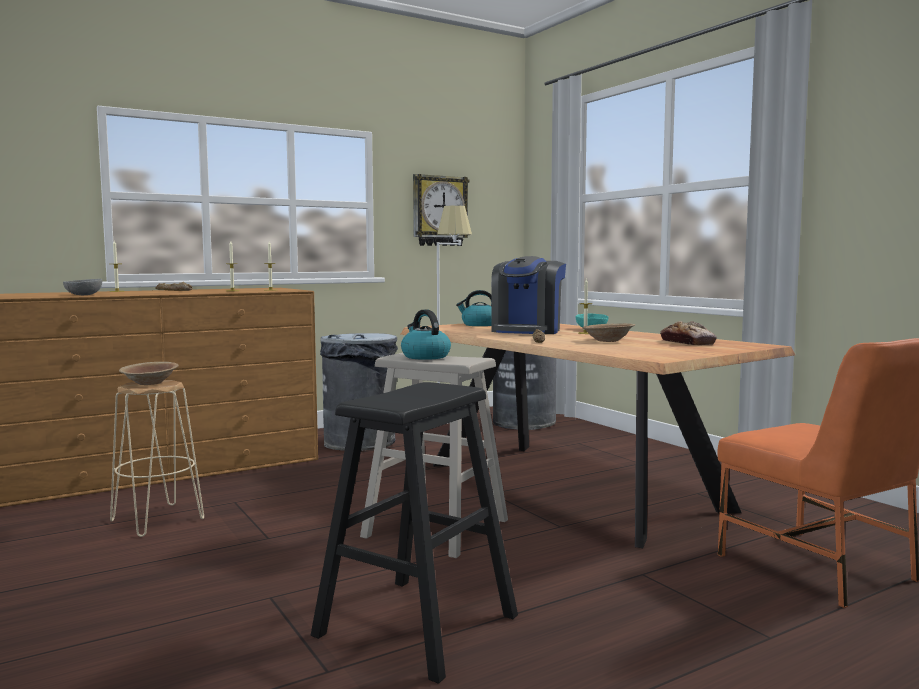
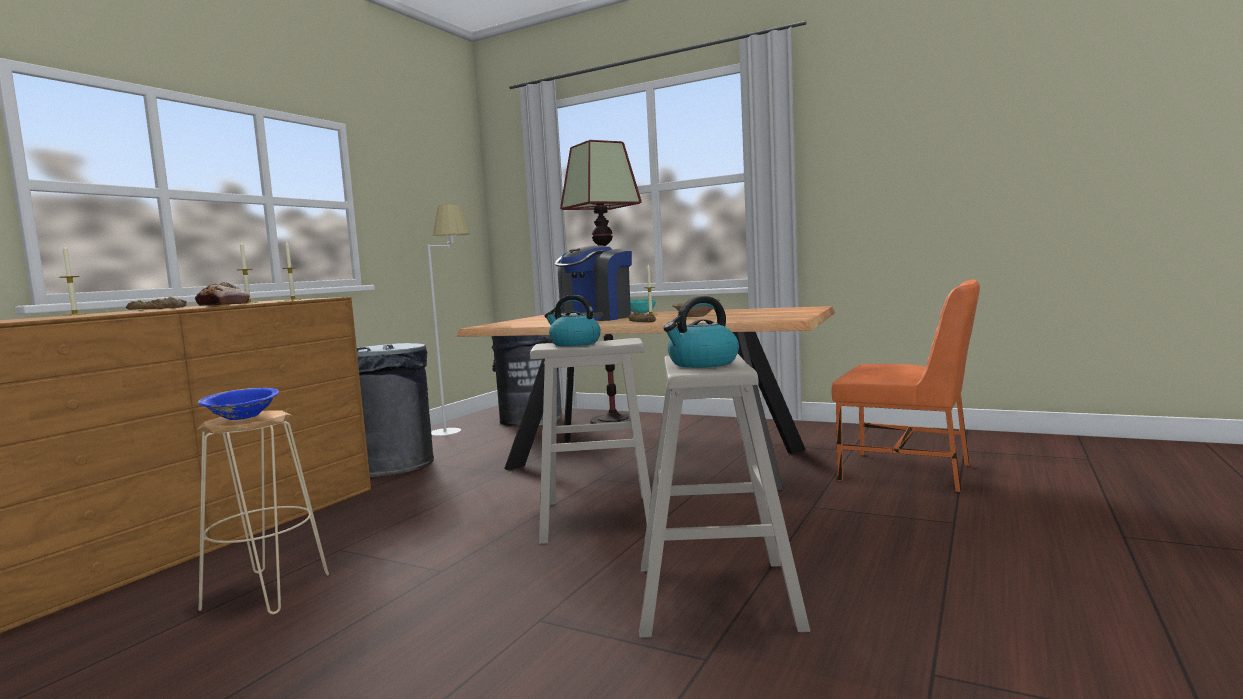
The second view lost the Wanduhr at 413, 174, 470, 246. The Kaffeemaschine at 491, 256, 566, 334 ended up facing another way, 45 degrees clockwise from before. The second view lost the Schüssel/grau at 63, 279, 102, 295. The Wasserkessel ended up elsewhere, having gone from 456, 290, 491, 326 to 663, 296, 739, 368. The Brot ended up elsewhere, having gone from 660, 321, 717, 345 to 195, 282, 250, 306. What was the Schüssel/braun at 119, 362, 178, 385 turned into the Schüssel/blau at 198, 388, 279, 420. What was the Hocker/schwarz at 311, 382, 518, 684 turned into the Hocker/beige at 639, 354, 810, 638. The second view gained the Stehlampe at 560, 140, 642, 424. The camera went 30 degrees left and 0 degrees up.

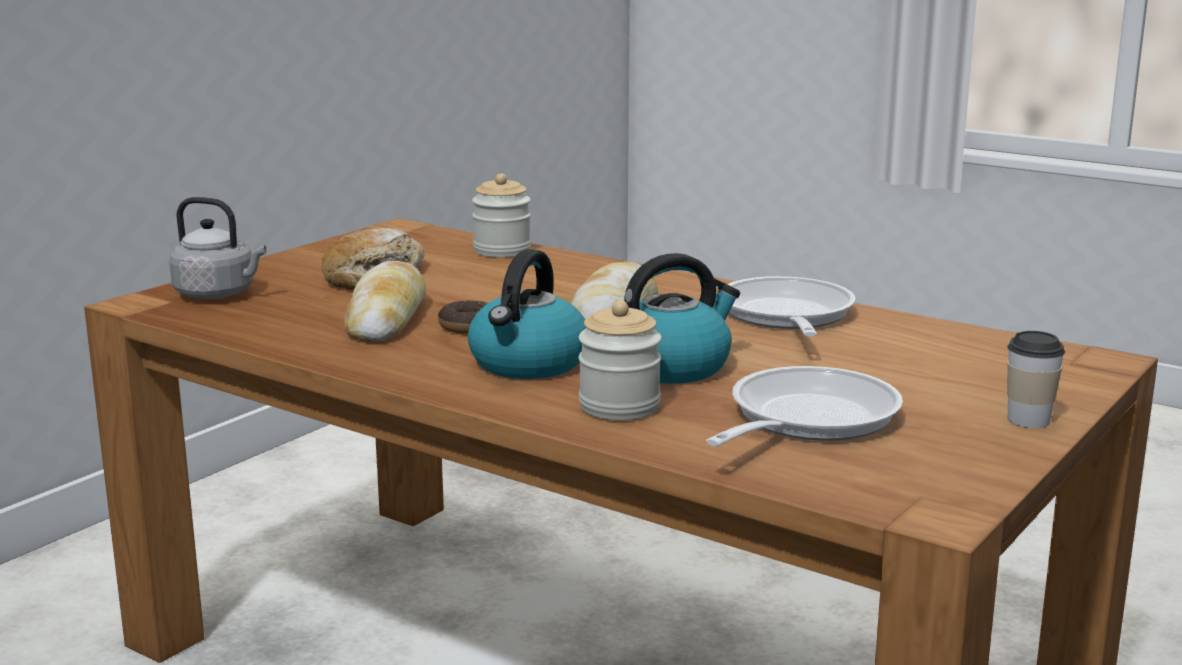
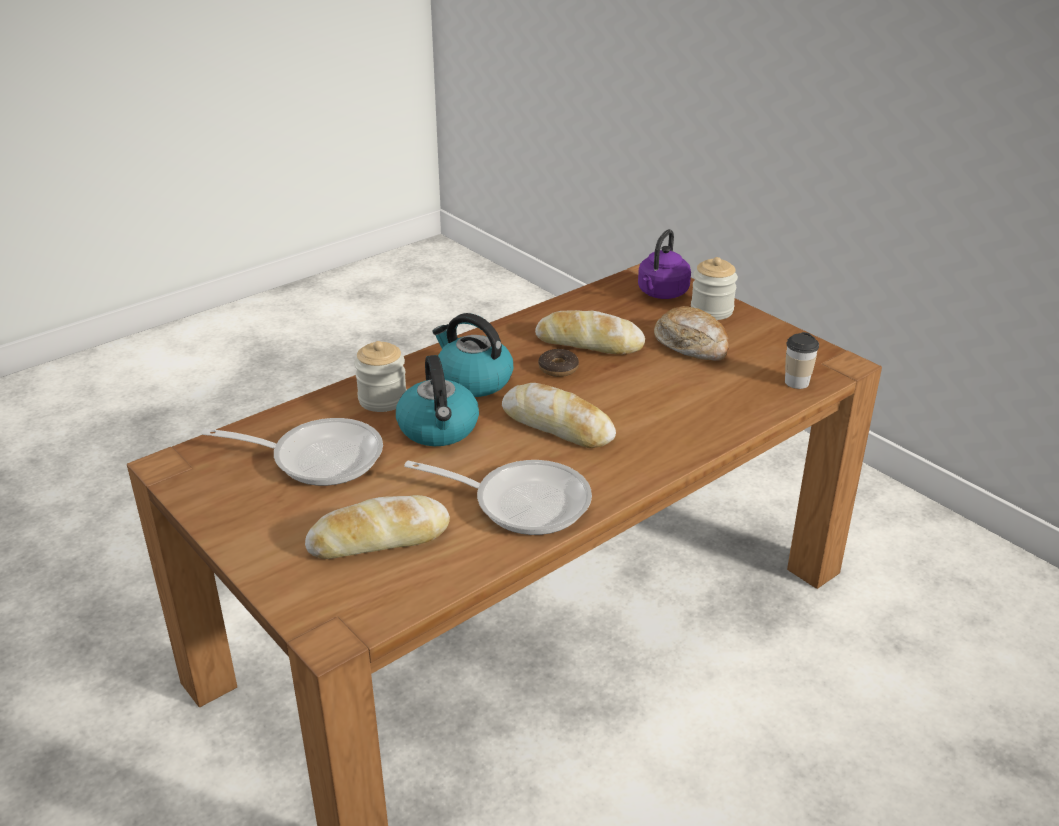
The Vorratsglas ended up elsewhere, having gone from 472, 173, 531, 257 to 691, 257, 738, 320. What was the Wasserkessel/grau at 169, 197, 266, 299 turned into the Wasserkessel/lila at 638, 229, 691, 299. The Tasse ended up elsewhere, having gone from 1007, 331, 1065, 428 to 785, 332, 819, 389. The Pfanne at 706, 366, 903, 446 ended up facing another way, 45 degrees counterclockwise from before. The second view gained the Brot at 305, 495, 450, 559. The camera went 105 degrees right and 15 degrees up.

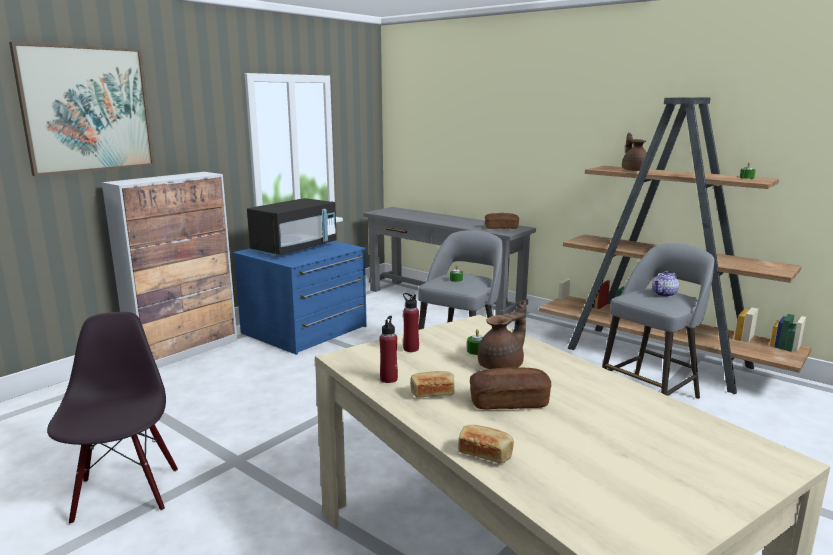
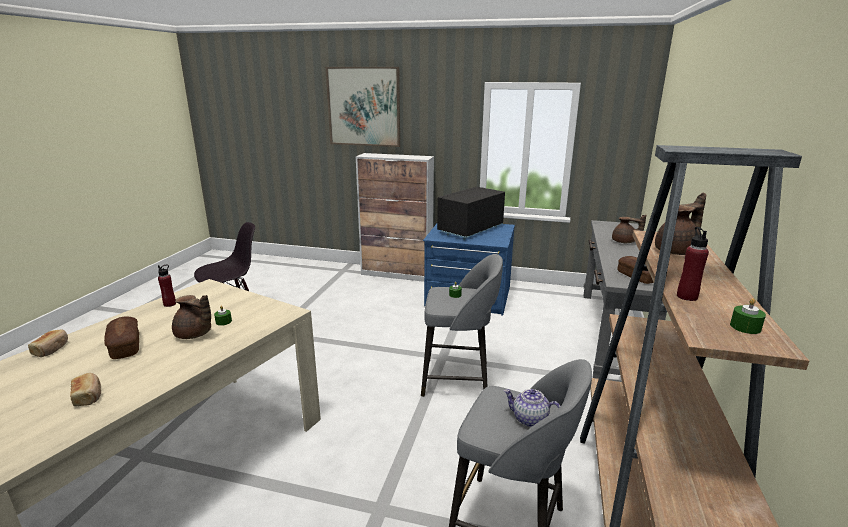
The Mikrowelle/schwarz at 247, 198, 337, 257 ended up facing another way, 120 degrees clockwise from before. The Flasche/rot ended up elsewhere, having gone from 403, 293, 419, 352 to 677, 227, 709, 301. The Brot ended up elsewhere, having gone from 411, 371, 455, 398 to 70, 373, 101, 406. The second view gained the Teekanne/braun at 612, 215, 646, 243. The camera went 65 degrees right and 5 degrees up.

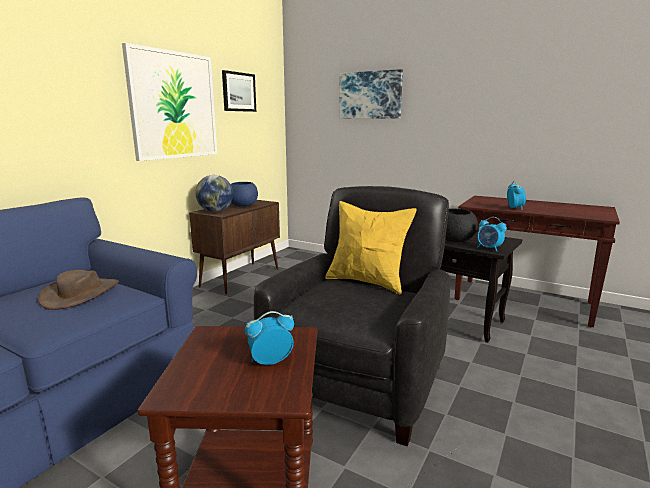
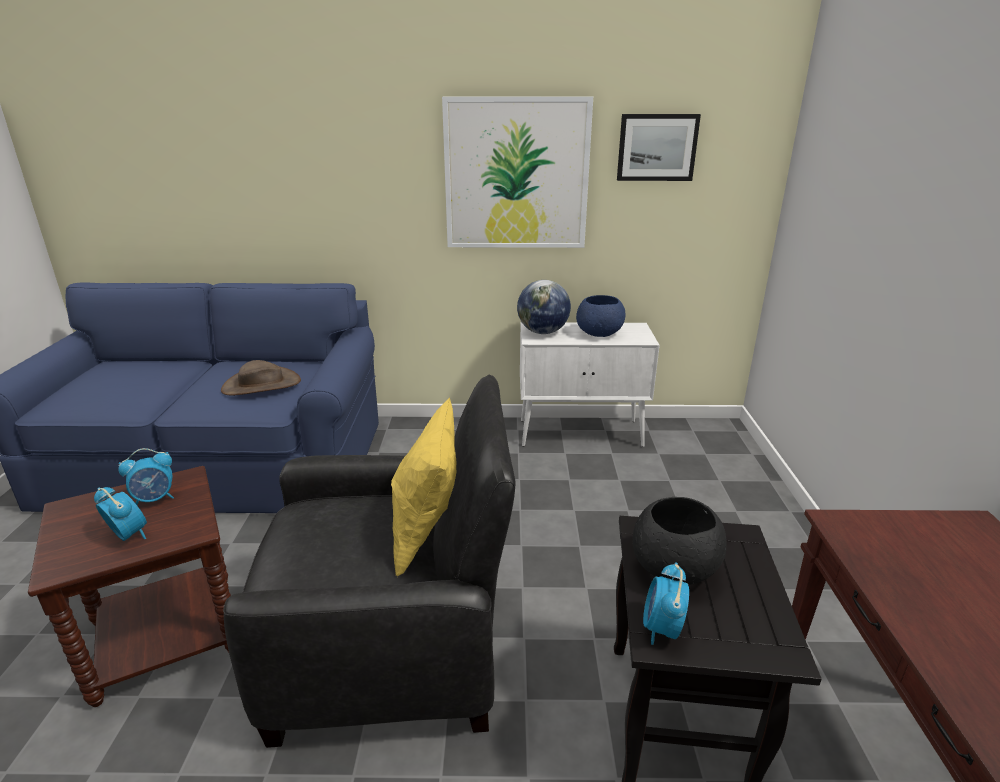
The second view lost the Bild at 339, 69, 403, 119. The Wecker ended up elsewhere, having gone from 507, 181, 526, 211 to 118, 448, 174, 505. What was the Schrank/braun at 189, 200, 280, 294 turned into the Schrank/weiß at 520, 322, 660, 447. The camera went 60 degrees right and 10 degrees up.

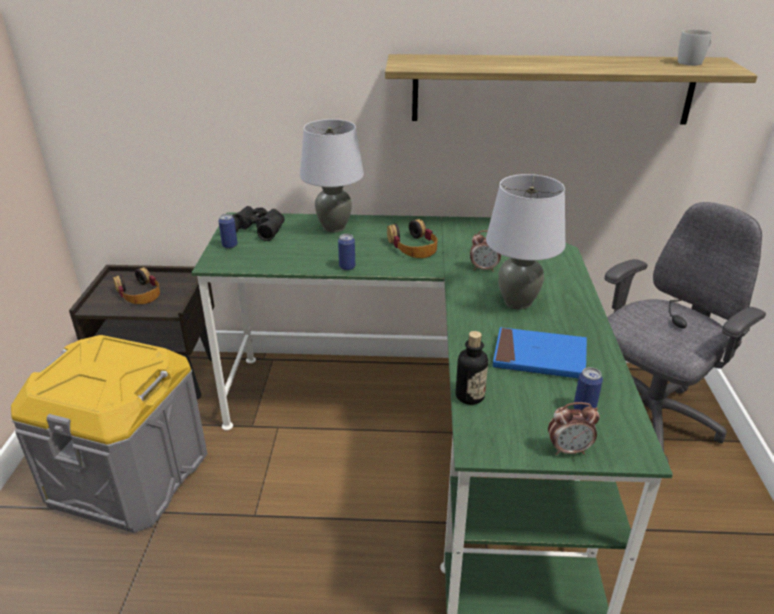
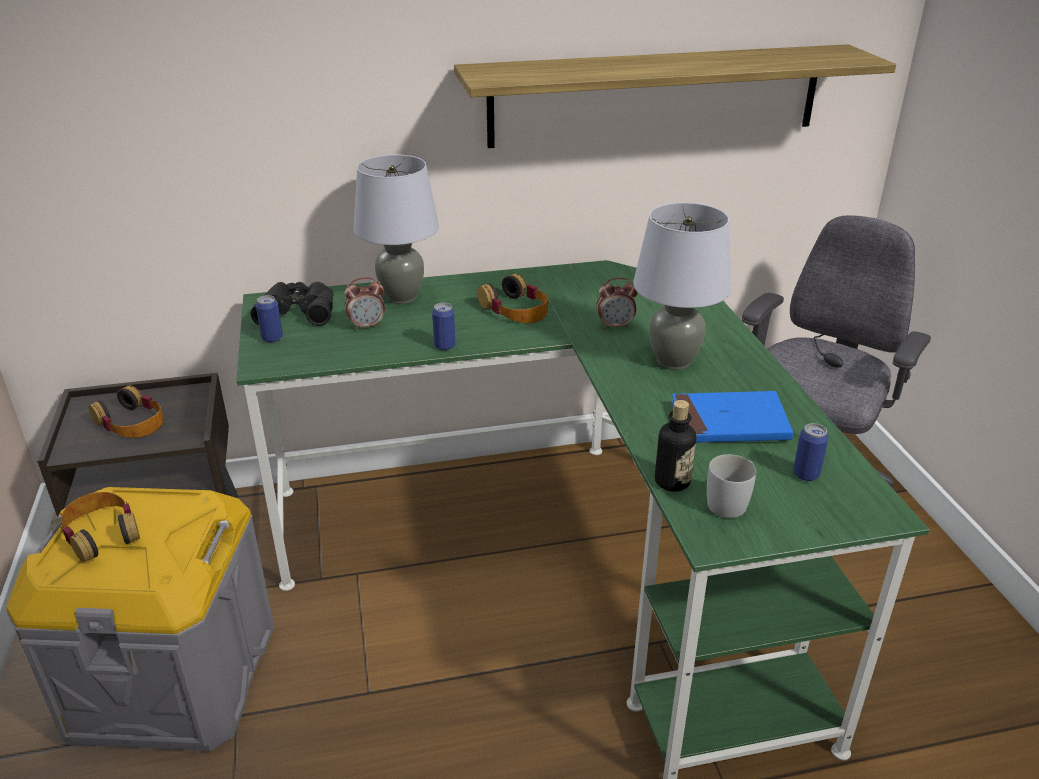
The Henkelbecher/weiß ended up elsewhere, having gone from 678, 29, 712, 66 to 707, 454, 756, 518. The Wecker ended up elsewhere, having gone from 548, 402, 600, 455 to 345, 277, 385, 330. The second view gained the Kopfhörer at 61, 492, 140, 562. The camera went 15 degrees left and 0 degrees up.

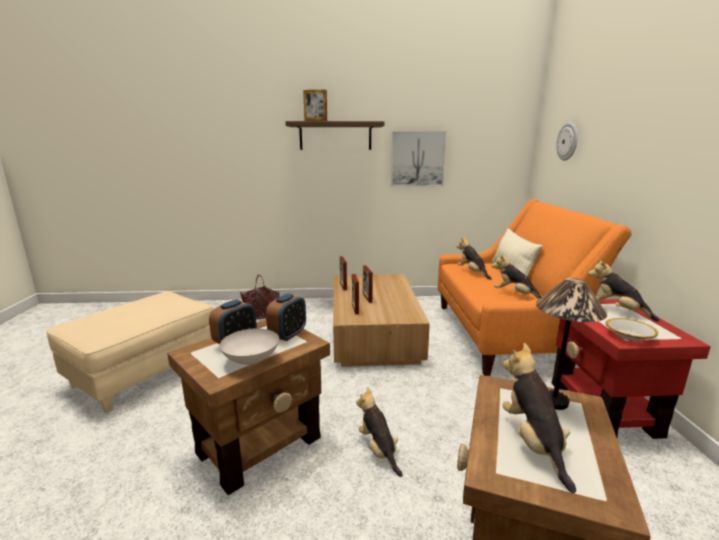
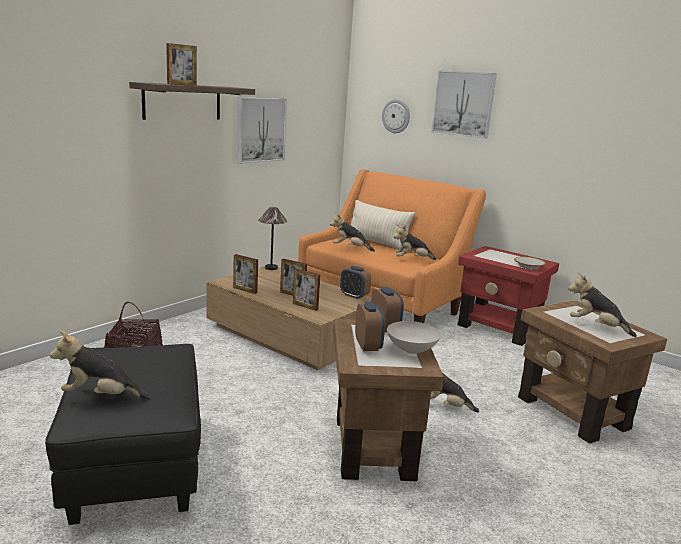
The Plüschtier ended up elsewhere, having gone from 588, 259, 659, 321 to 50, 330, 151, 399. The Tischlampe ended up elsewhere, having gone from 536, 278, 607, 410 to 258, 207, 287, 270. What was the Polsterhocker/beige at 46, 291, 213, 413 turned into the Polsterhocker/schwarz at 45, 344, 201, 525. The second view gained the Bild at 431, 70, 497, 139. The second view gained the Wecker at 340, 266, 371, 299. The camera went 50 degrees left and 0 degrees up.

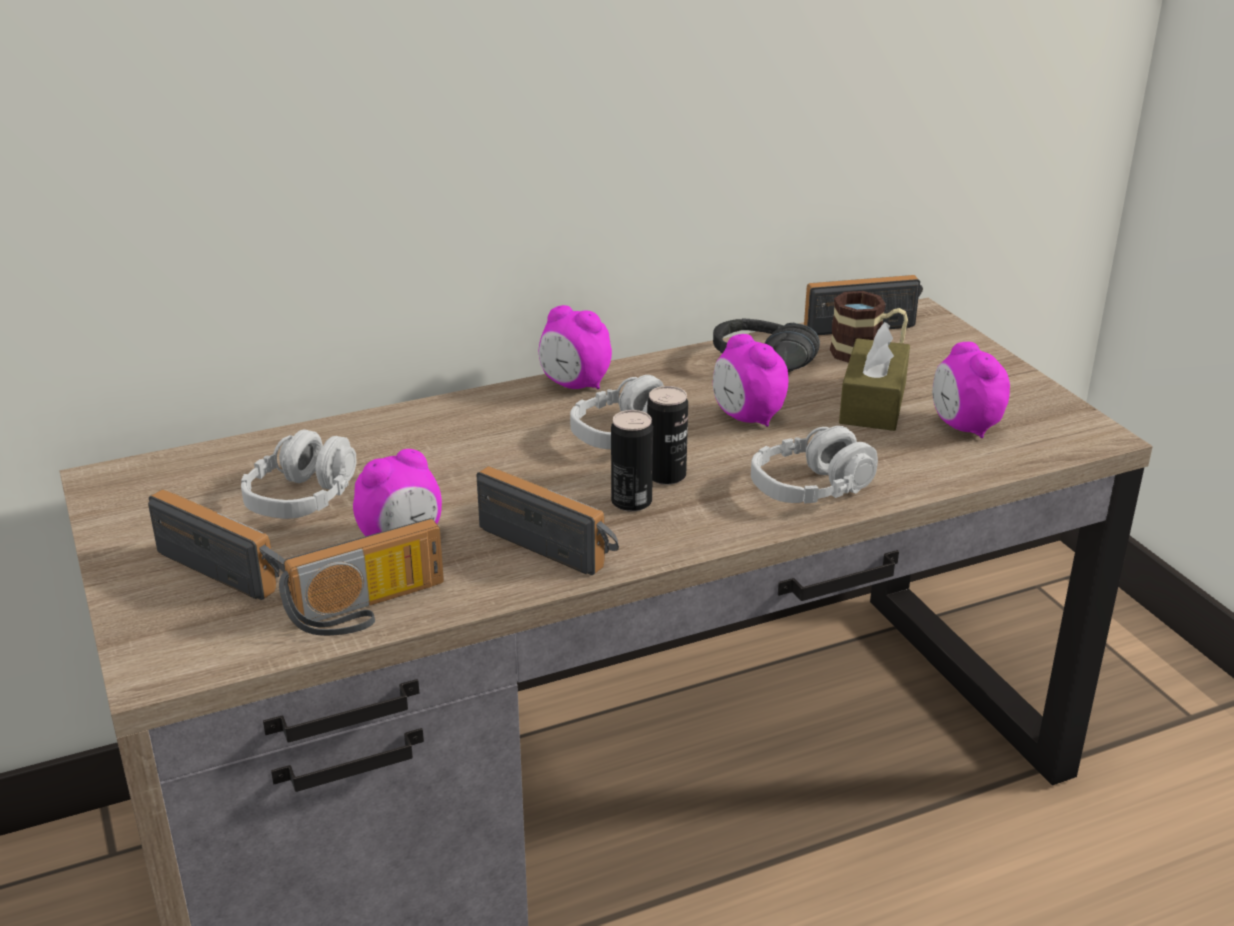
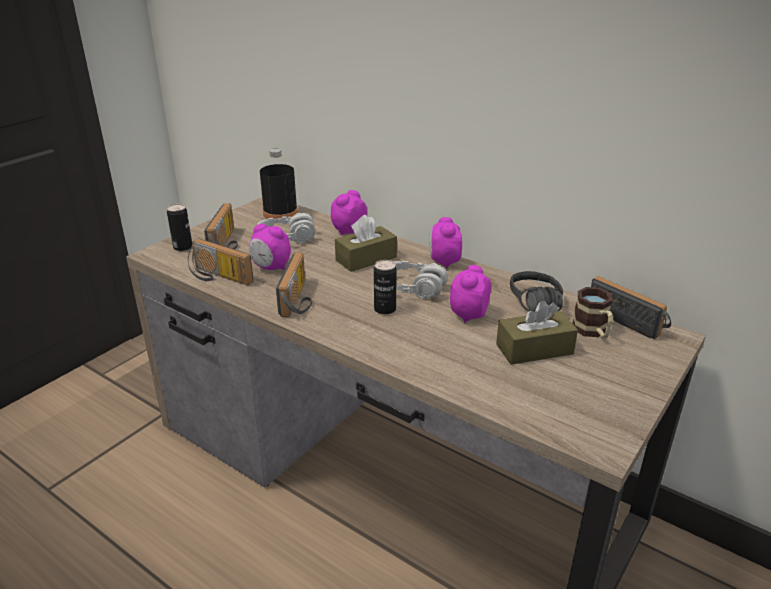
The Wecker ended up elsewhere, having gone from 932, 342, 1010, 438 to 331, 190, 367, 236. The Dose ended up elsewhere, having gone from 611, 410, 653, 512 to 167, 204, 192, 251. The second view lost the Kopfhörer/grau at 751, 426, 878, 504. The second view gained the Flasche/schwarz at 260, 148, 298, 219. The second view gained the Taschentuchbox/braun at 335, 215, 397, 272. The camera went 60 degrees right and 0 degrees up.

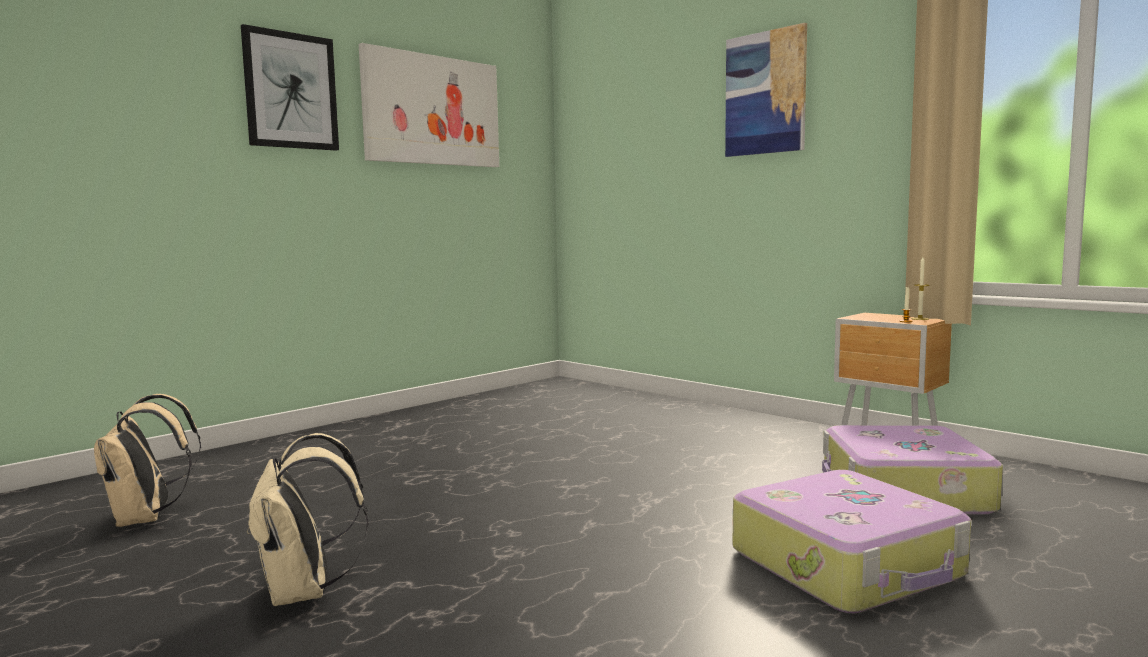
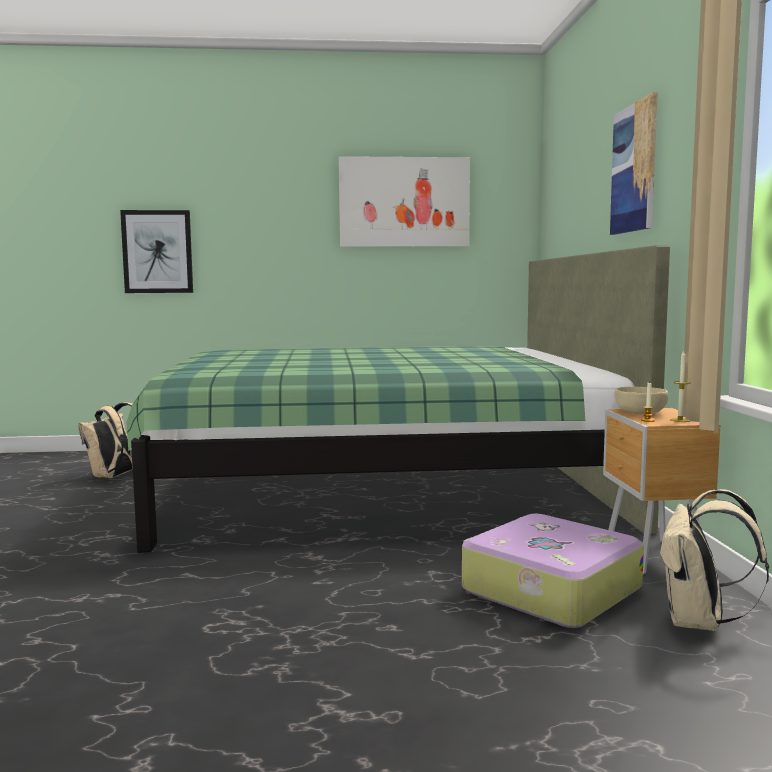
The Bild ended up elsewhere, having gone from 241, 24, 339, 151 to 120, 210, 193, 293. The Rucksack/beige ended up elsewhere, having gone from 247, 433, 369, 606 to 658, 489, 769, 631. The second view lost the Koffer at 733, 470, 971, 613. The second view gained the Bett/grün at 126, 245, 670, 553. The second view gained the Schüssel/beige at 615, 387, 668, 414. The camera went 40 degrees right and 0 degrees up.

